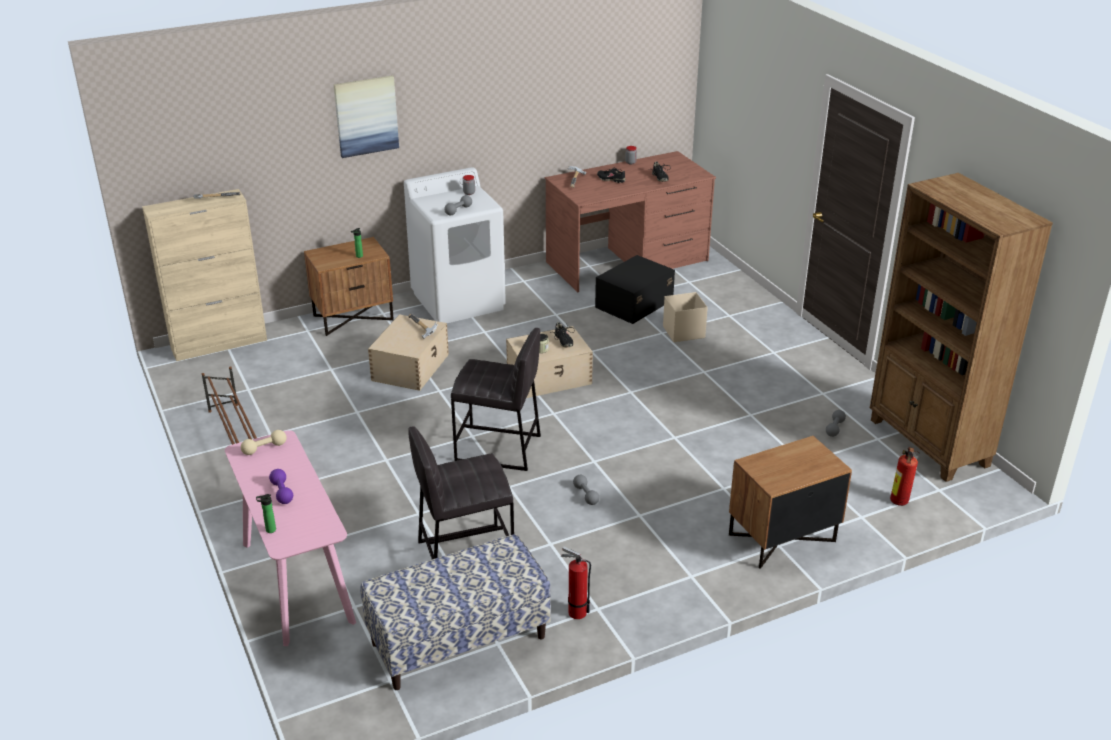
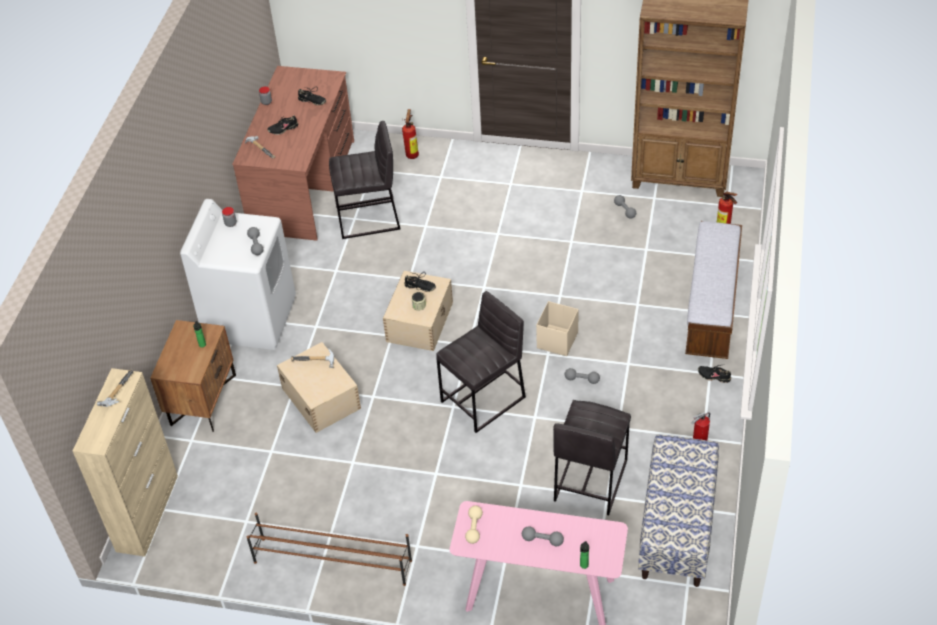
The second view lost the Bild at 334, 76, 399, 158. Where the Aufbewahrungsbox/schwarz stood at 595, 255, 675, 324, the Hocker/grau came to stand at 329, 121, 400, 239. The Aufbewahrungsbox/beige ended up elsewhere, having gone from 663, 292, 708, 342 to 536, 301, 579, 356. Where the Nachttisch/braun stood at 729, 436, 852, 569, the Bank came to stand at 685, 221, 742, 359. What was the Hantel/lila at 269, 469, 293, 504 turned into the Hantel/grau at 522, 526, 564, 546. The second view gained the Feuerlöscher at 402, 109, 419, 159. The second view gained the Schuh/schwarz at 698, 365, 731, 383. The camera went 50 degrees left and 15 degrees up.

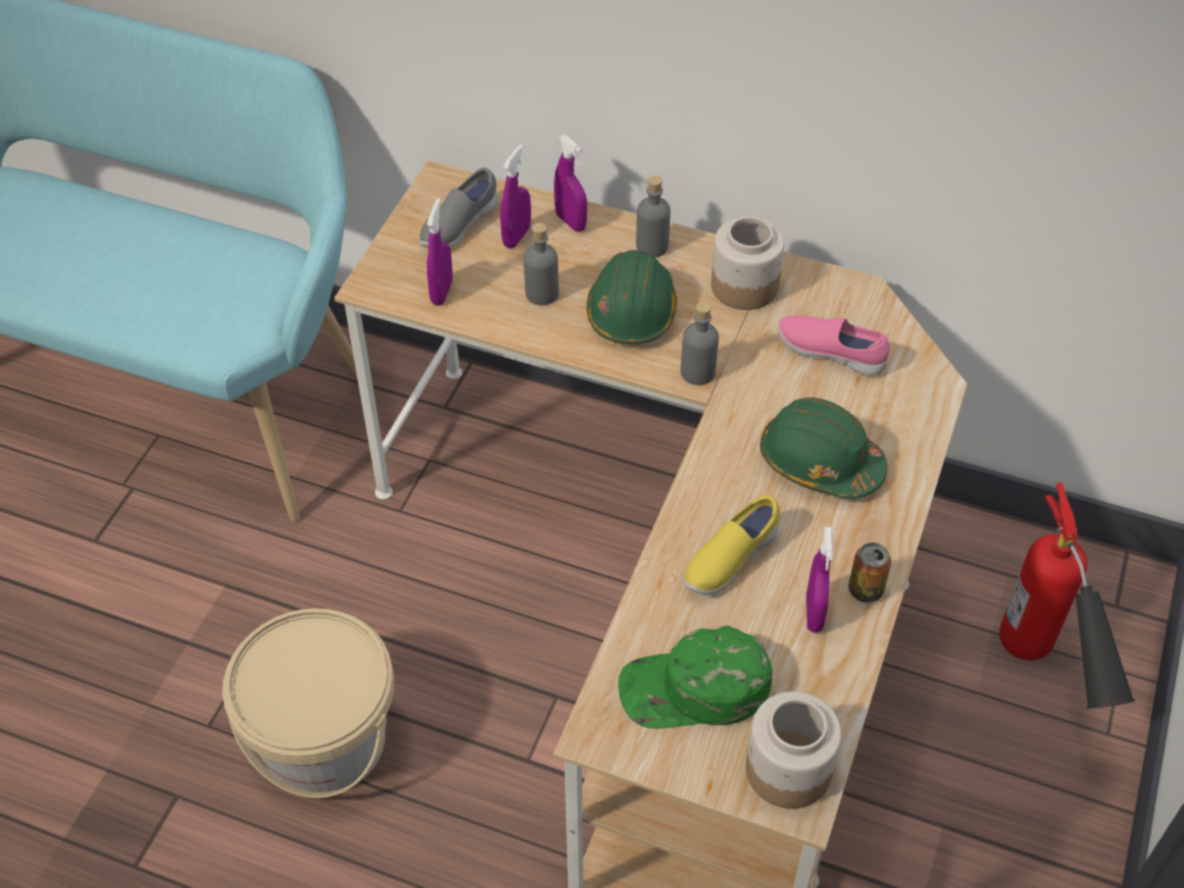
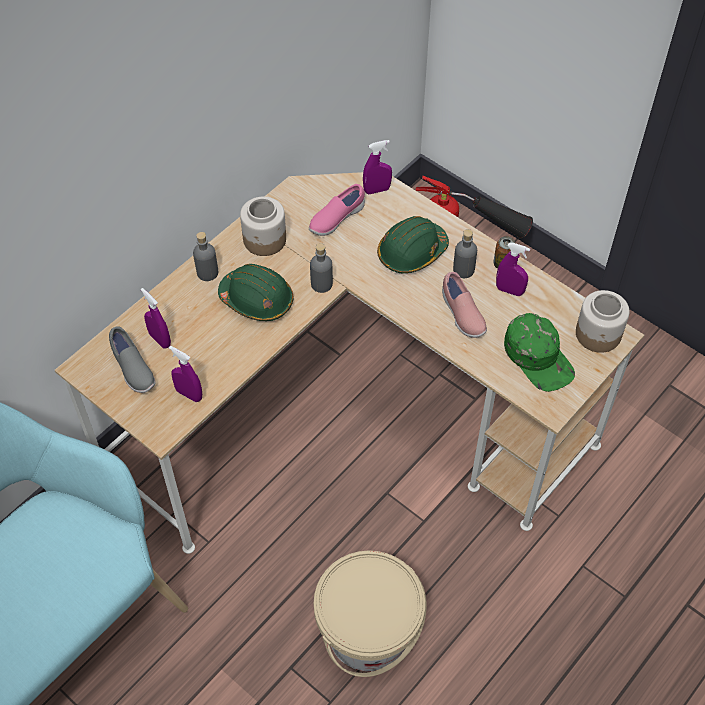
The Sprühflasche/lila ended up elsewhere, having gone from 554, 135, 587, 232 to 363, 140, 392, 194. The Flasche/grau ended up elsewhere, having gone from 524, 223, 559, 305 to 453, 229, 477, 278. What was the Schuh/gelb at 684, 495, 780, 595 turned into the Schuh/rosa at 442, 272, 487, 338. The Kappe/grün at 618, 626, 772, 729 ended up facing another way, 45 degrees counterclockwise from before. The camera went 70 degrees left and 5 degrees up.

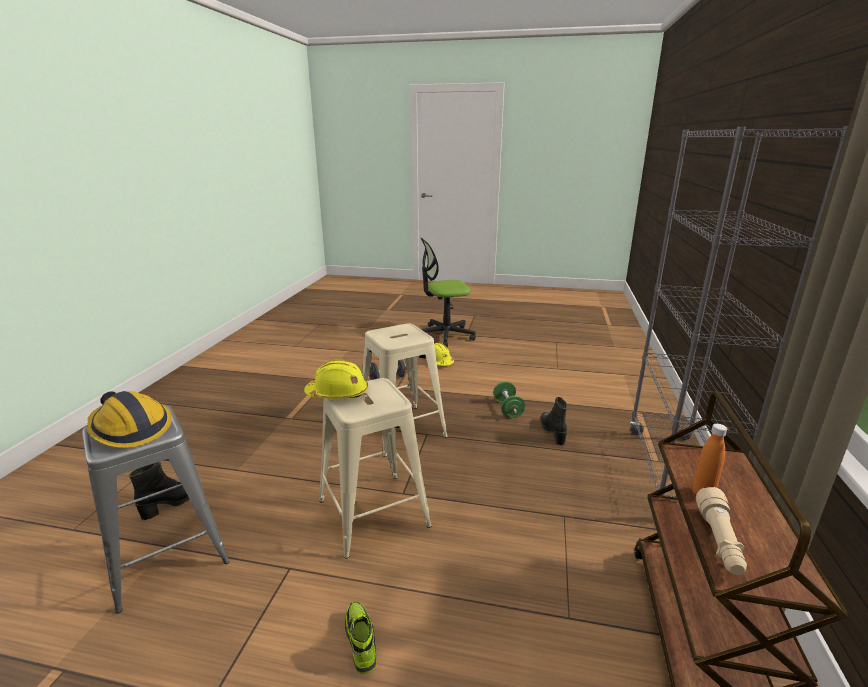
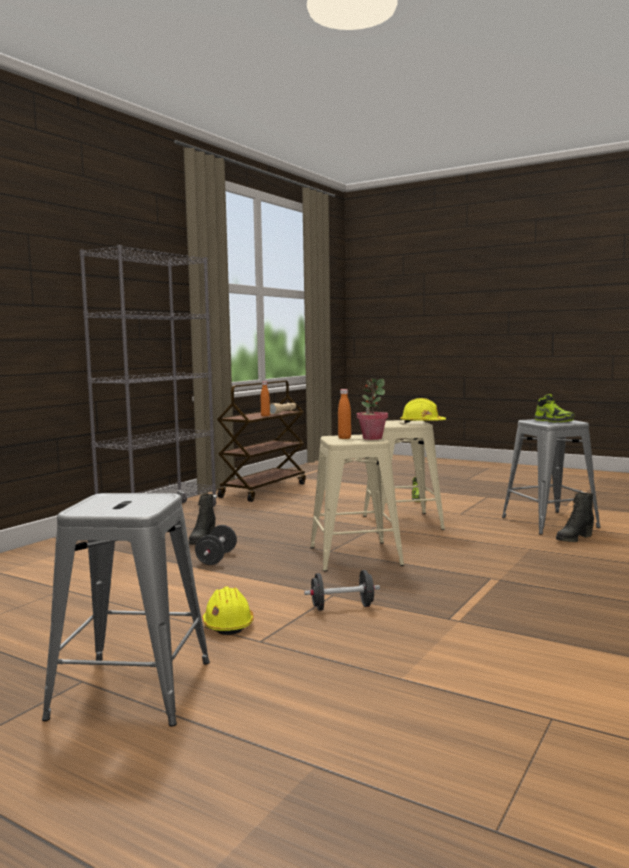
Where the Bürostuhl stood at 420, 237, 476, 347, the Hocker/grau came to stand at 42, 493, 210, 727. What was the Hantel/grün at 493, 381, 525, 418 turned into the Hantel/schwarz at 195, 525, 237, 565. Where the Schutzhelm stood at 87, 391, 172, 448, the Schuh came to stand at 535, 394, 574, 422. The second view gained the Topfpflanze at 357, 378, 388, 440. The second view gained the Flasche/orange at 338, 389, 351, 439. The camera went 160 degrees left and 15 degrees down.

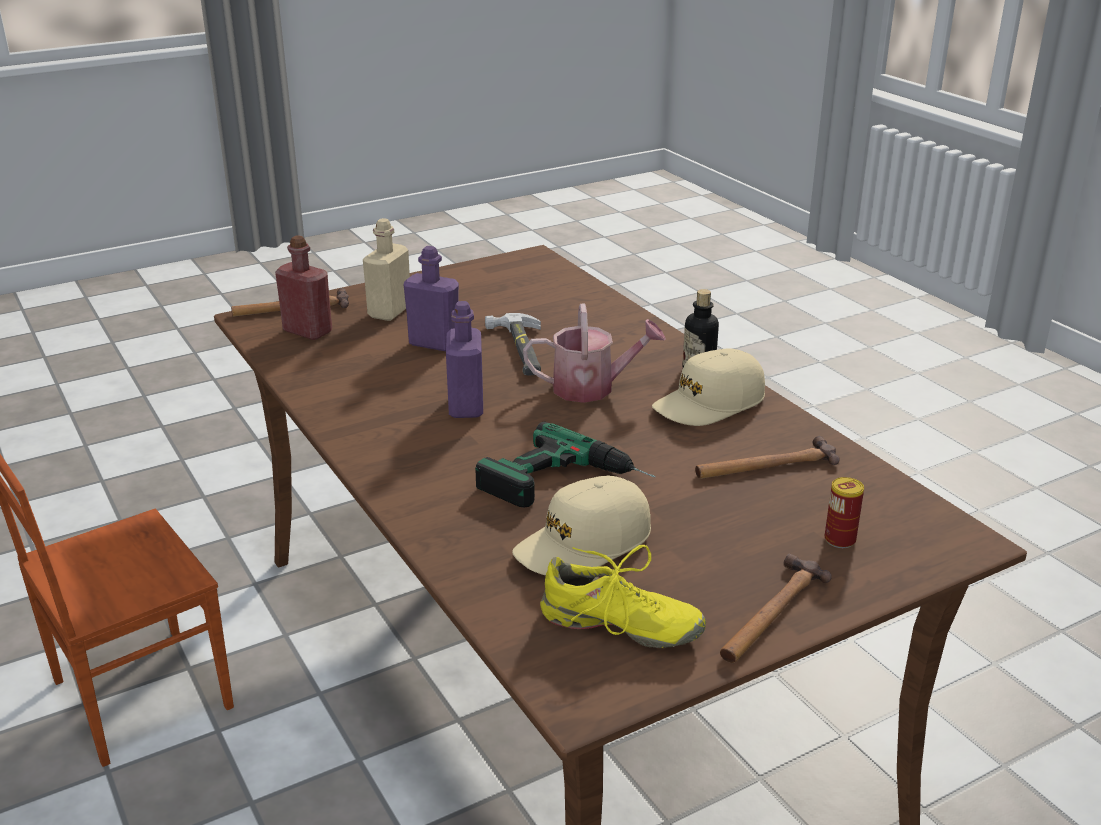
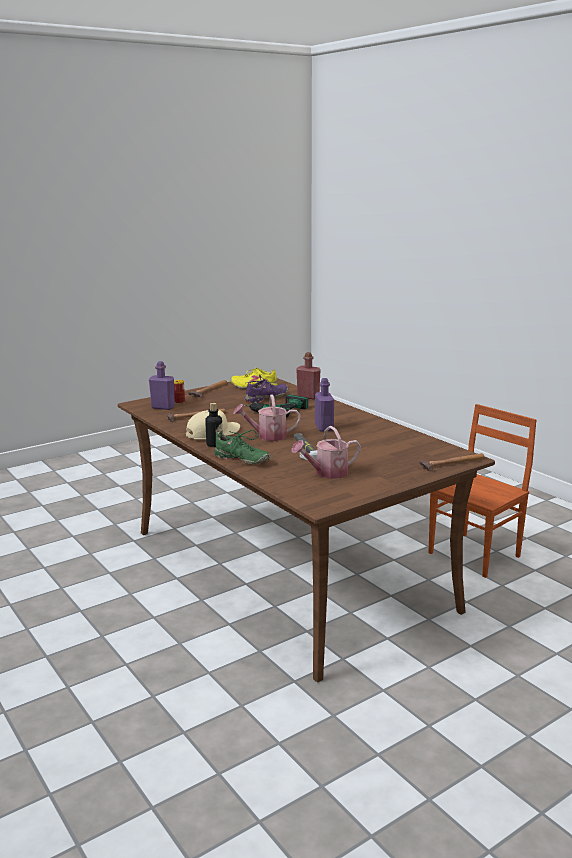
The second view lost the Flasche/beige at 363, 218, 410, 321. The Flasche/rot ended up elsewhere, having gone from 275, 235, 332, 340 to 296, 352, 321, 399. The Flasche/lila ended up elsewhere, having gone from 403, 246, 459, 351 to 149, 361, 175, 410. Where the Kappe/beige stood at 512, 476, 651, 575, the Schuh/lila came to stand at 244, 375, 288, 403. The second view gained the Gießkanne at 291, 426, 361, 479. The second view gained the Schuh/grün at 214, 430, 270, 464. The camera went 175 degrees right and 10 degrees down.

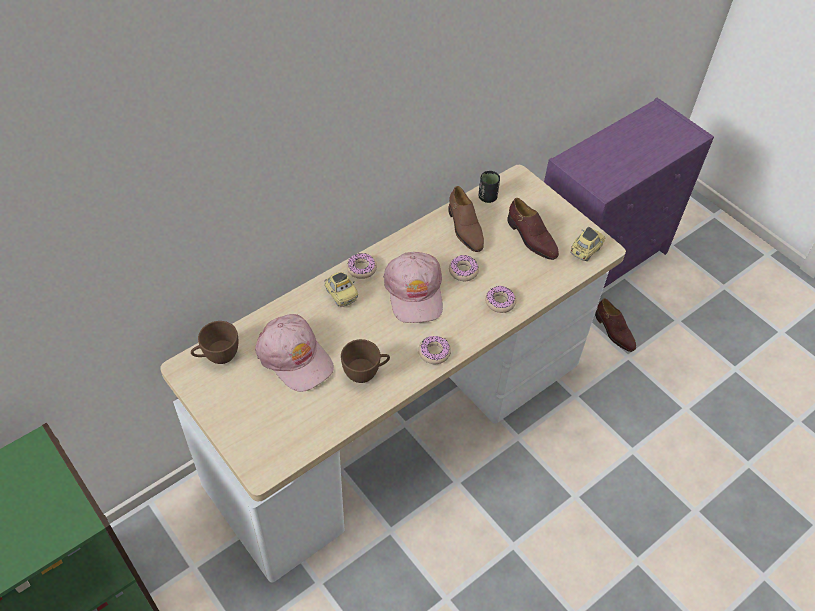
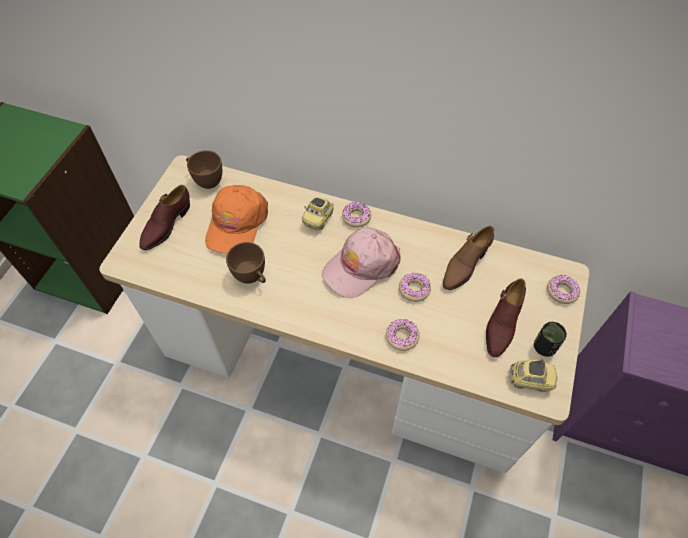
The Tasse/schwarz ended up elsewhere, having gone from 478, 171, 500, 203 to 534, 322, 567, 357. The Schuh/braun ended up elsewhere, having gone from 595, 298, 636, 352 to 139, 185, 190, 250. What was the Kappe/rosa at 255, 314, 334, 392 turned into the Kappe/orange at 205, 185, 268, 254. The Donut ended up elsewhere, having gone from 418, 336, 451, 364 to 547, 275, 581, 304. The camera went 60 degrees right and 5 degrees up.

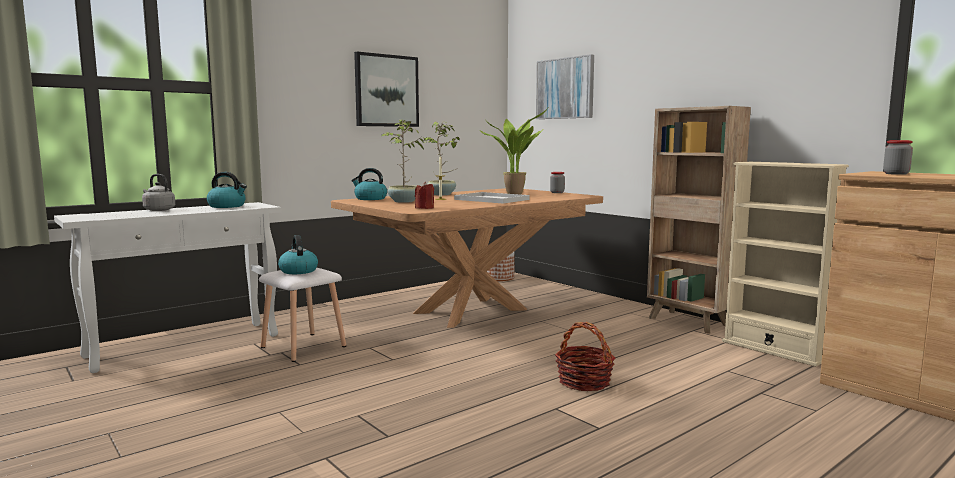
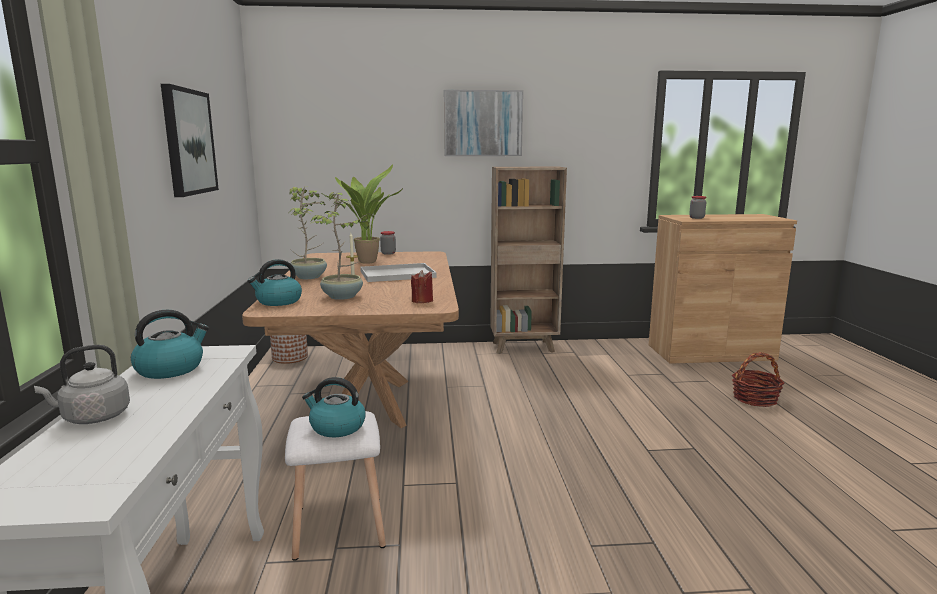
The Bild ended up elsewhere, having gone from 536, 54, 594, 119 to 444, 90, 523, 156. The second view lost the Bücherregal/beige at 722, 162, 849, 366. The Korb ended up elsewhere, having gone from 555, 322, 615, 391 to 732, 352, 784, 407. The camera went 55 degrees left and 5 degrees up.

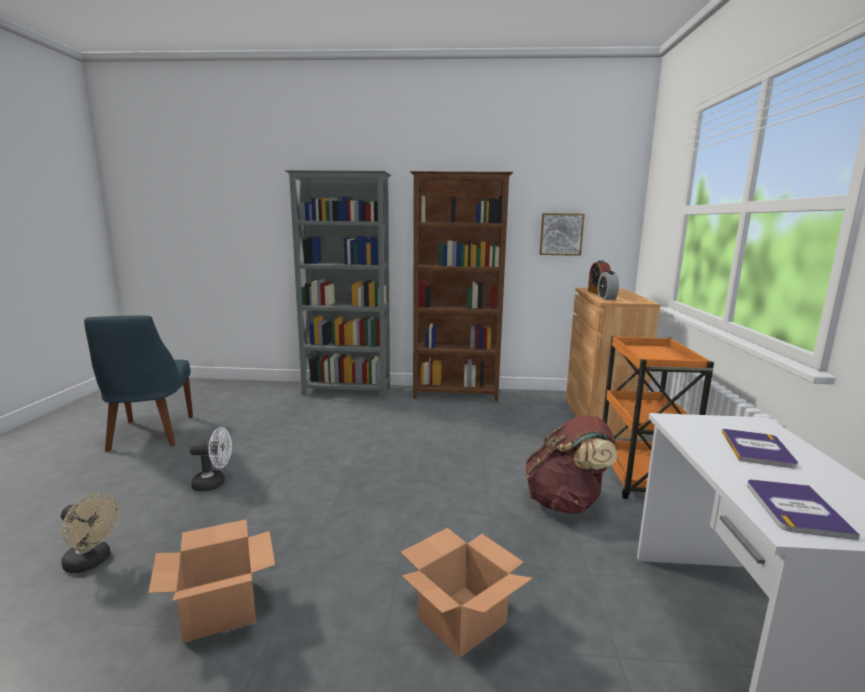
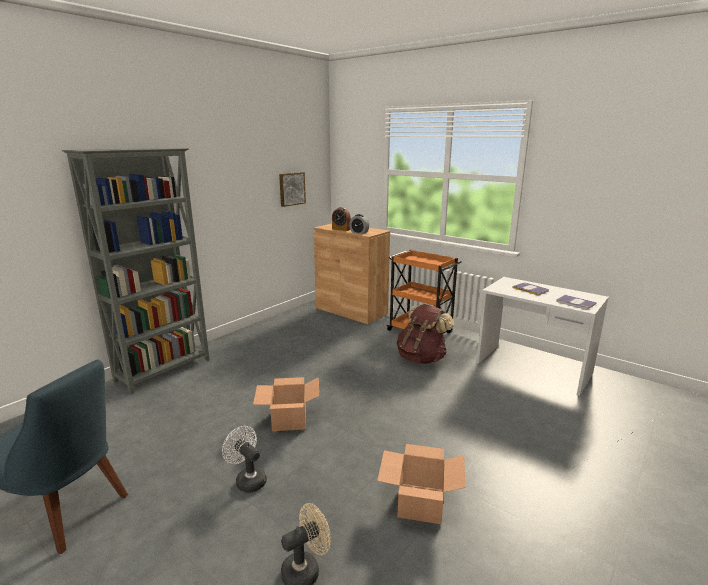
The second view lost the Bücherregal/braun at 410, 171, 513, 402. The Ventilator/weiß at 189, 427, 232, 491 ended up facing another way, 75 degrees counterclockwise from before. The Karton ended up elsewhere, having gone from 401, 528, 533, 658 to 253, 377, 319, 431. The camera went 55 degrees left and 5 degrees up.

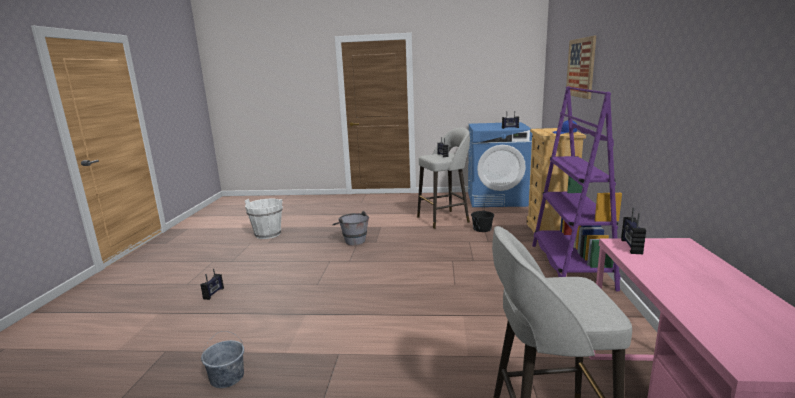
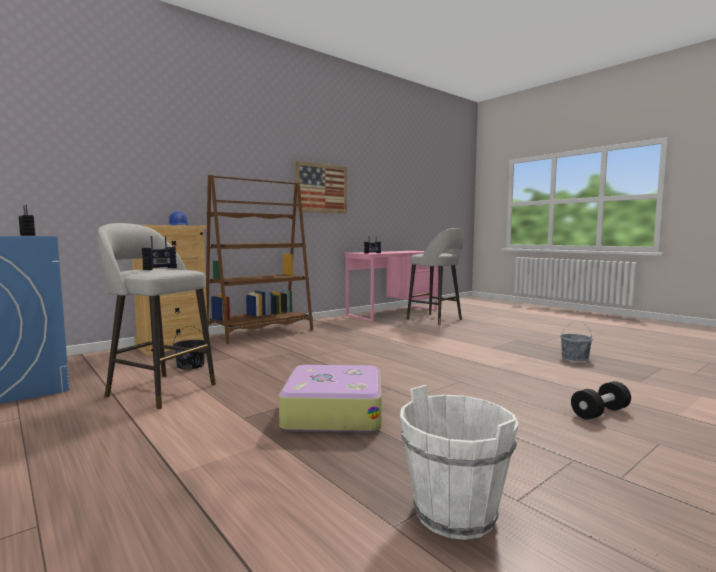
The Bild ended up elsewhere, having gone from 566, 36, 596, 99 to 295, 161, 347, 214. What was the Bücherregal/lila at 532, 86, 622, 292 turned into the Bücherregal/braun at 206, 175, 313, 344. Where the Eimer/grau stood at 332, 211, 369, 246, the Koffer came to stand at 279, 365, 382, 433. Where the Radio stood at 200, 269, 224, 300, the Hantel/schwarz came to stand at 571, 381, 631, 420. The camera went 135 degrees left and 10 degrees down.

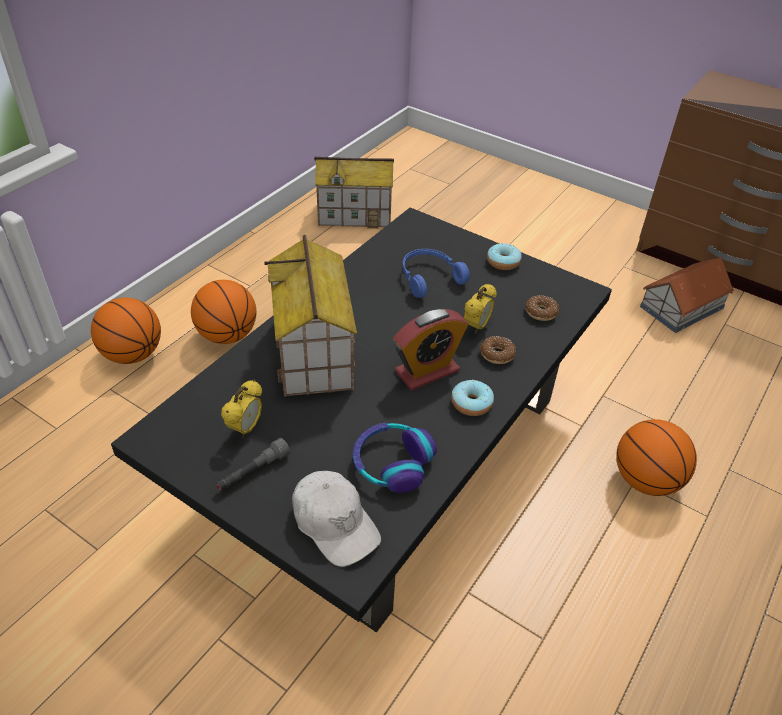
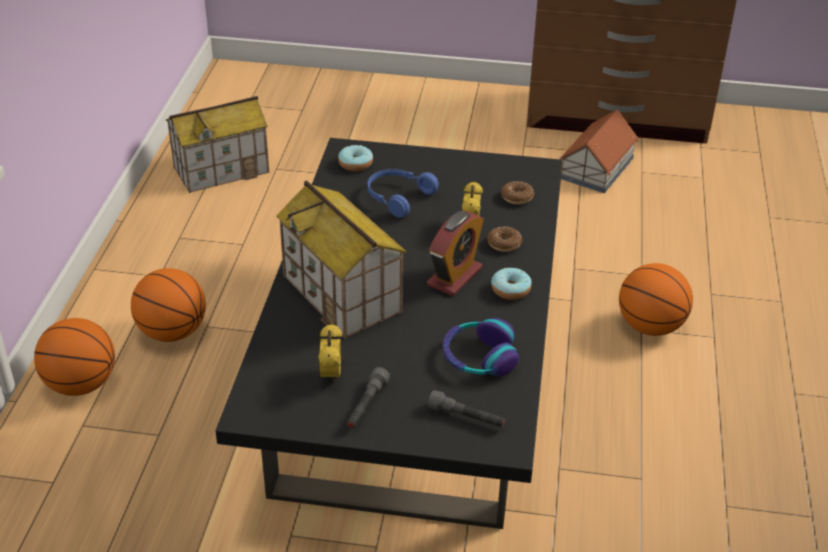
The Donut ended up elsewhere, having gone from 487, 243, 522, 270 to 338, 145, 373, 171. Where the Kappe/weiß stood at 292, 471, 381, 567, the Taschenlampe/grau came to stand at 428, 390, 505, 427. The camera went 25 degrees left and 5 degrees down.

